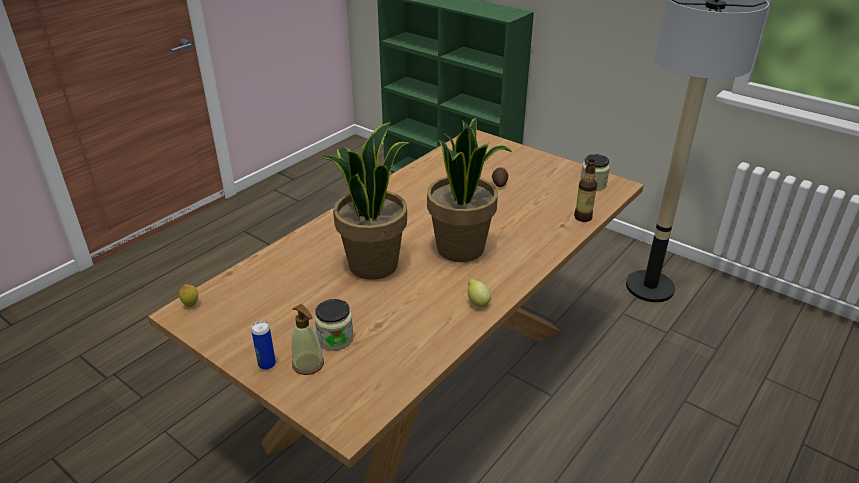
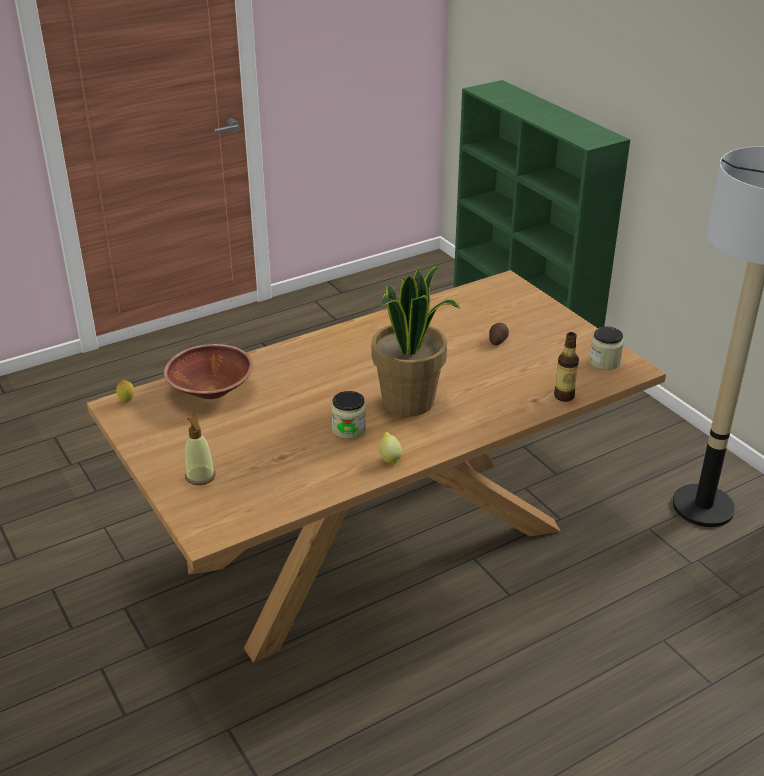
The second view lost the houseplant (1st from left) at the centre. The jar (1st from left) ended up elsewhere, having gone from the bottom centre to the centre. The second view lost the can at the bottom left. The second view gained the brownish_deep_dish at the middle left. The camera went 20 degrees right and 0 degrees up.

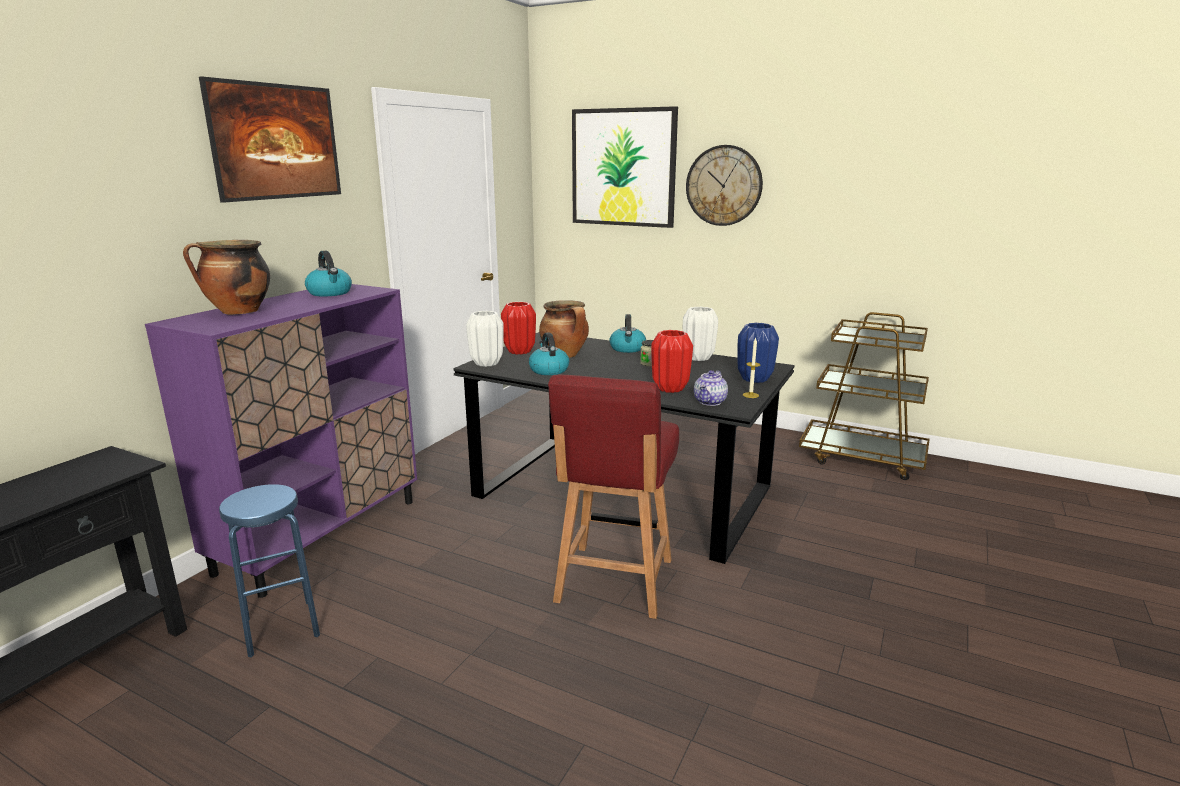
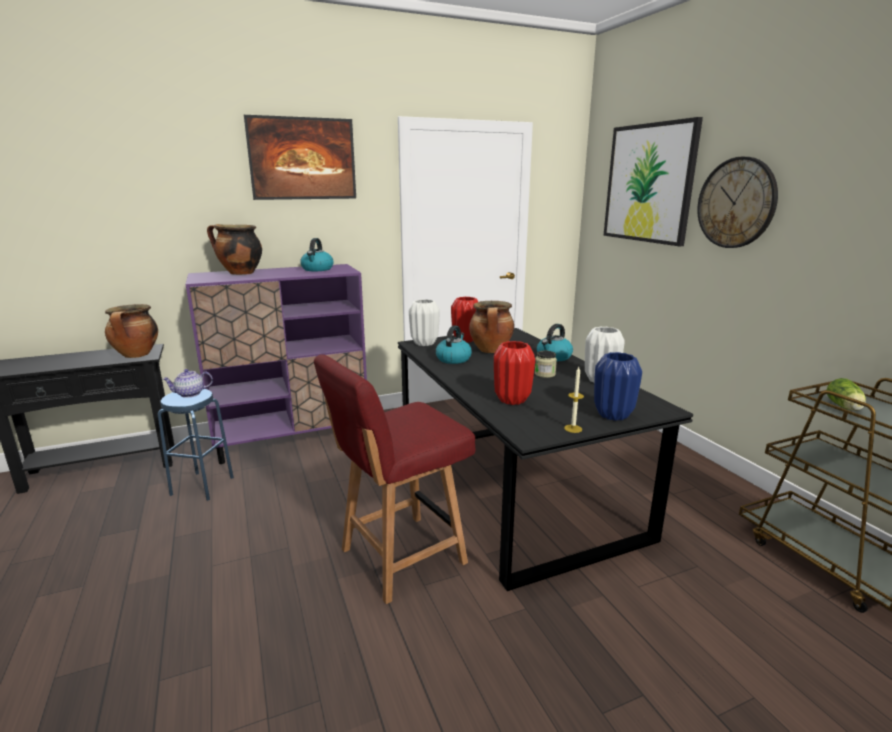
The teapot ended up elsewhere, having gone from the centre to the middle left. The second view gained the stockpot (1st from left) at the middle left. The second view gained the head_of_lettuce at the middle right. The camera went 40 degrees right and 0 degrees up.

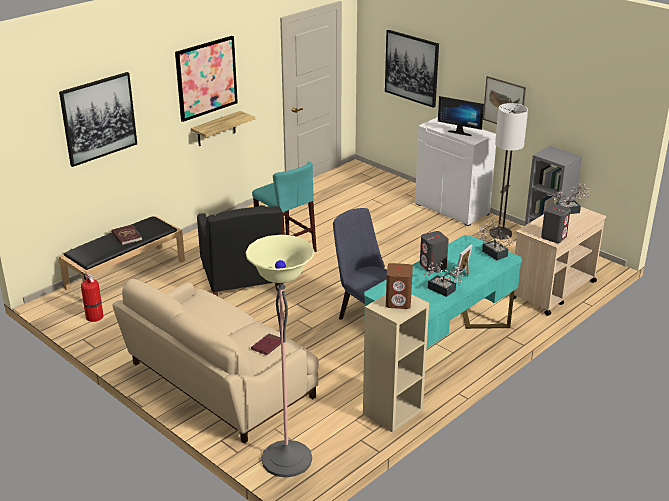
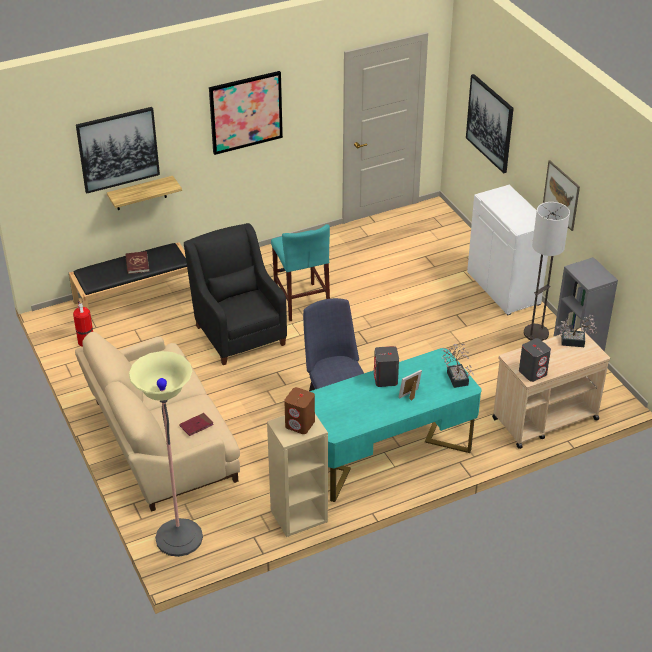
The second view lost the monitor at the top right. The shelf ended up elsewhere, having gone from the top centre to the top left. The black-coloured_armchair at the centre ended up facing another way, 150 degrees clockwise from before. The second view lost the houseplant (1st from left) at the centre. The camera went 20 degrees right and 10 degrees up.

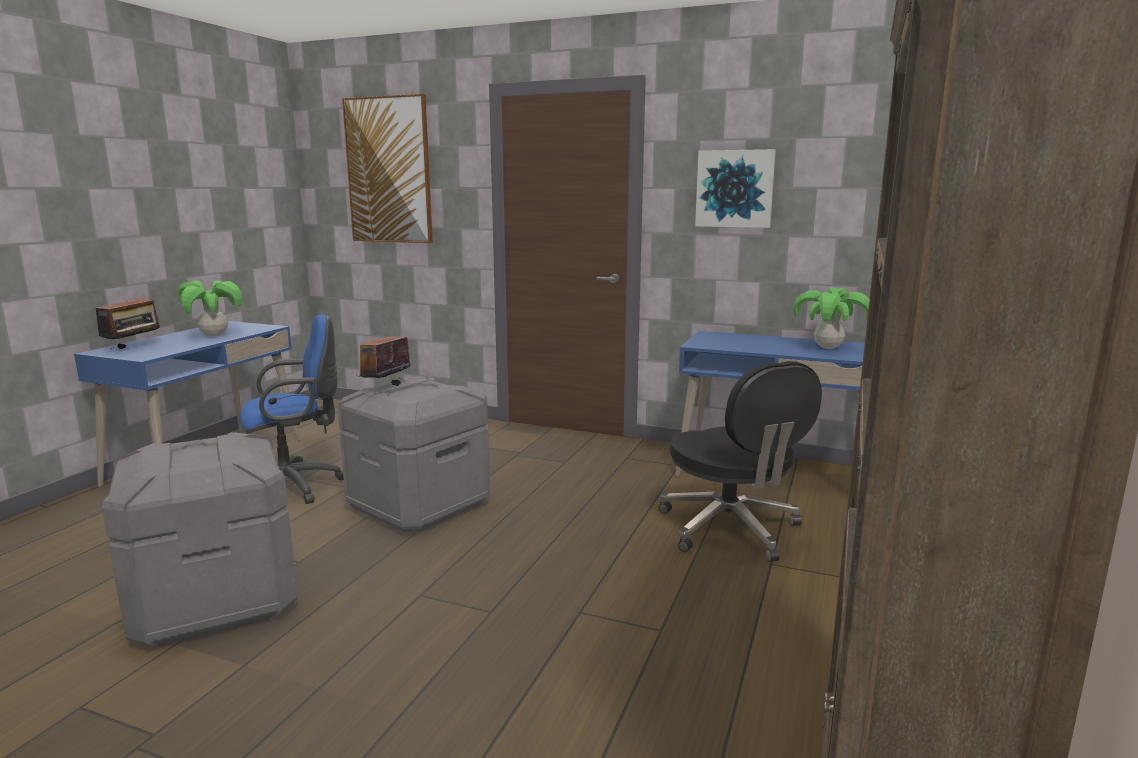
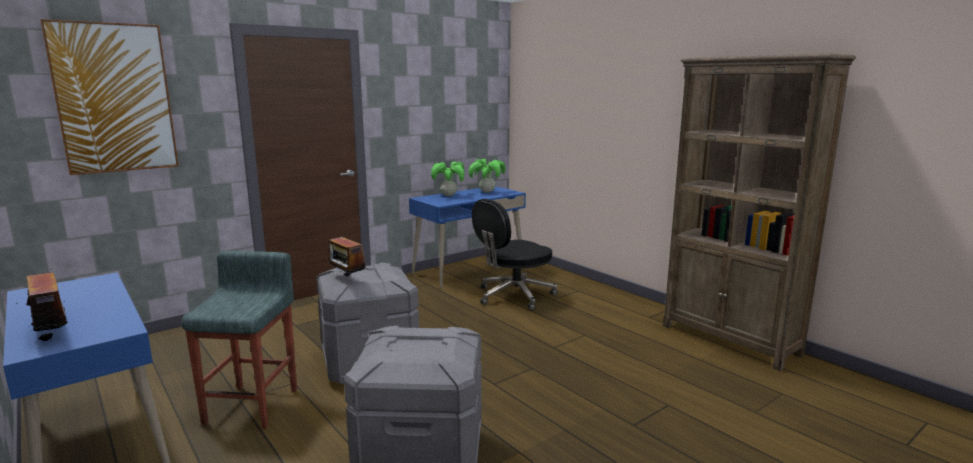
The second view lost the picture (2nd from left) at the top centre. The houseplant (1st from left) ended up elsewhere, having gone from the middle left to the centre. Where the blue-coloured_computer_chair stood at the middle left, the gray_sitting_stool came to stand at the bottom left. The black-coloured_computer_chair at the centre ended up facing another way, 135 degrees clockwise from before. The camera went 60 degrees left and 0 degrees up.

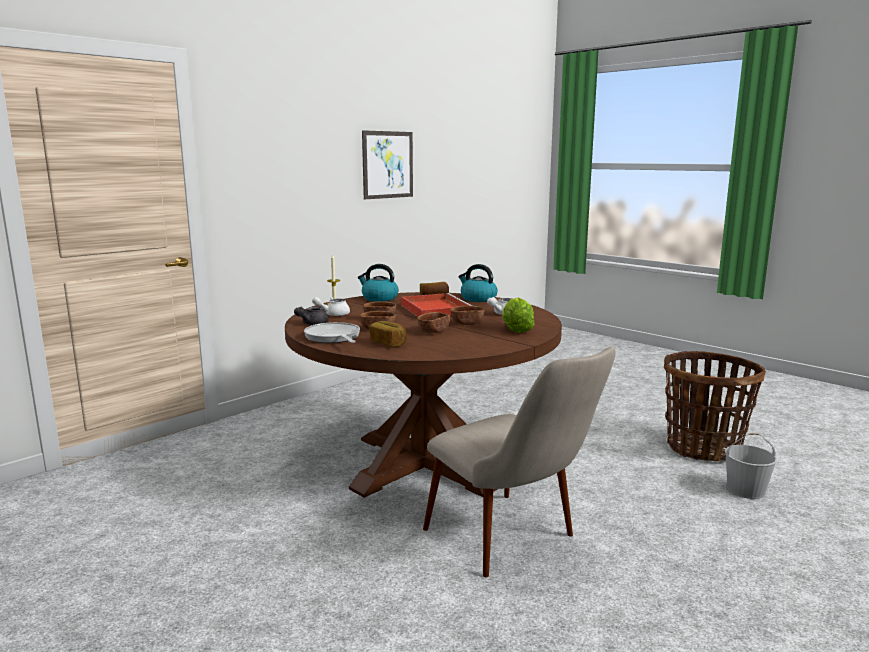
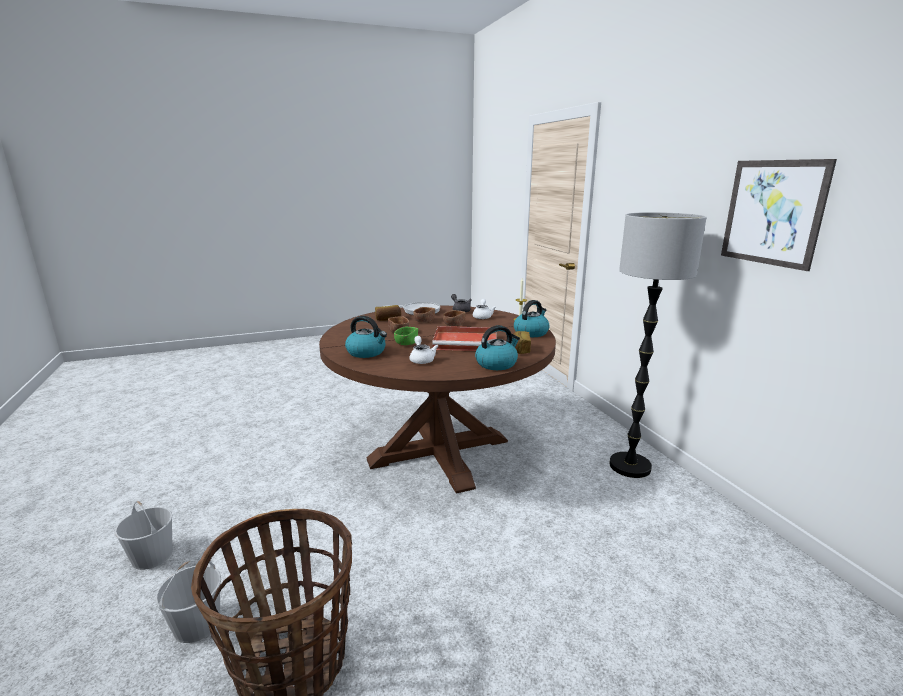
Where the head_of_lettuce stood at the centre, the tea_kettle (1st from left) came to stand at the centre. What was the brownish_deep_dish (4th from left) at the centre turned into the greenish_deep_dish at the centre. The second view lost the beige-coloured_plain_chair at the bottom centre. The second view gained the standard_lamp at the middle right. The second view gained the white-coloured_pail (1st from left) at the bottom left. The camera went 115 degrees right and 5 degrees up.

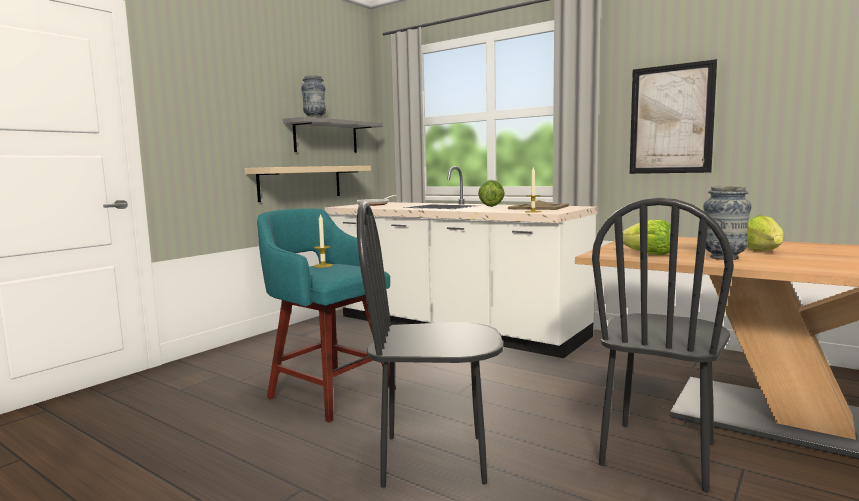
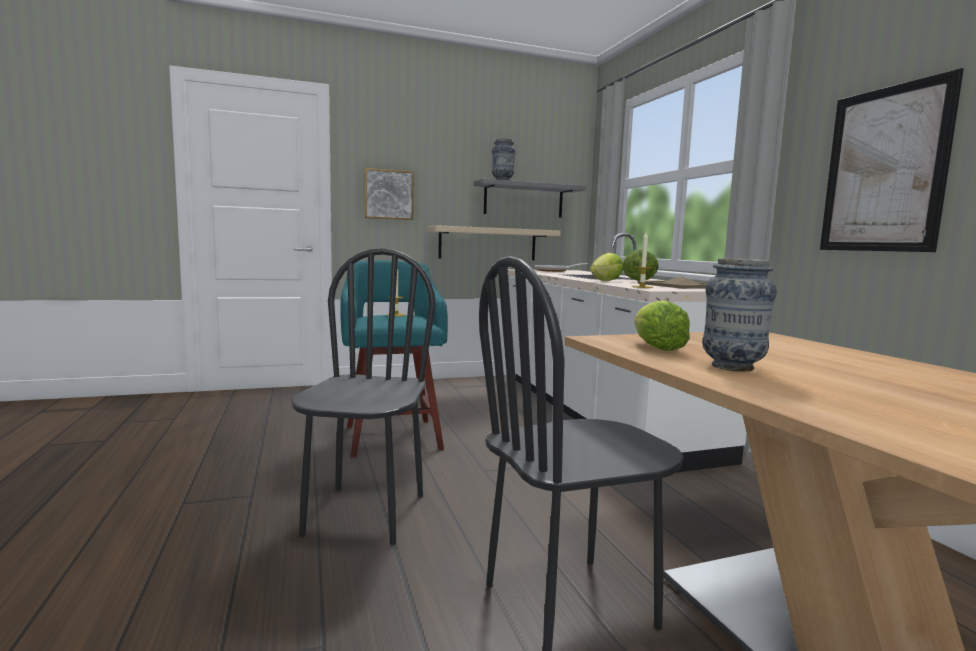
The black-coloured_plain_chair (1st from left) at the bottom centre ended up facing another way, 60 degrees clockwise from before. The head_of_lettuce (3rd from left in the first image) ended up elsewhere, having gone from the middle right to the centre. The second view gained the picture (1st from left) at the top centre. The camera went 35 degrees right and 0 degrees up.

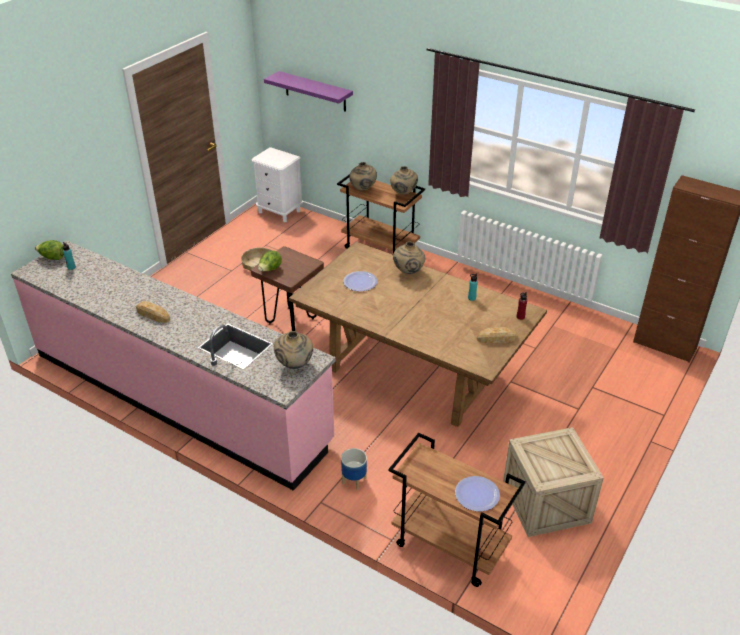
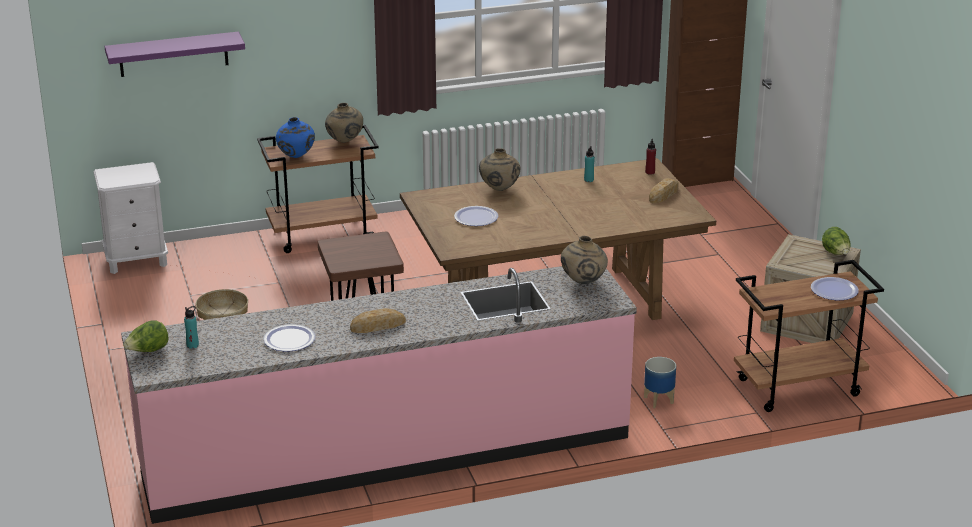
What was the beige-coloured_vase (2nd from left) at the top centre turned into the blue-coloured_vase at the top left. The head_of_lettuce (2nd from left) ended up elsewhere, having gone from the centre to the middle right. The second view gained the flat_dish (1st from left) at the middle left. The camera went 50 degrees left and 10 degrees down.

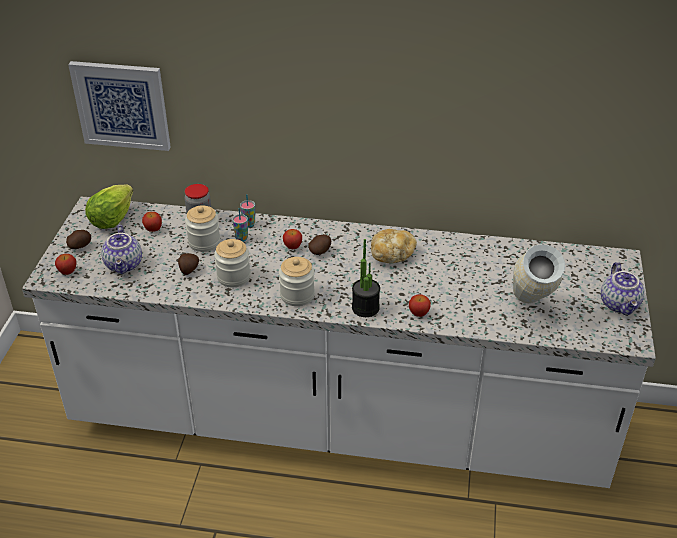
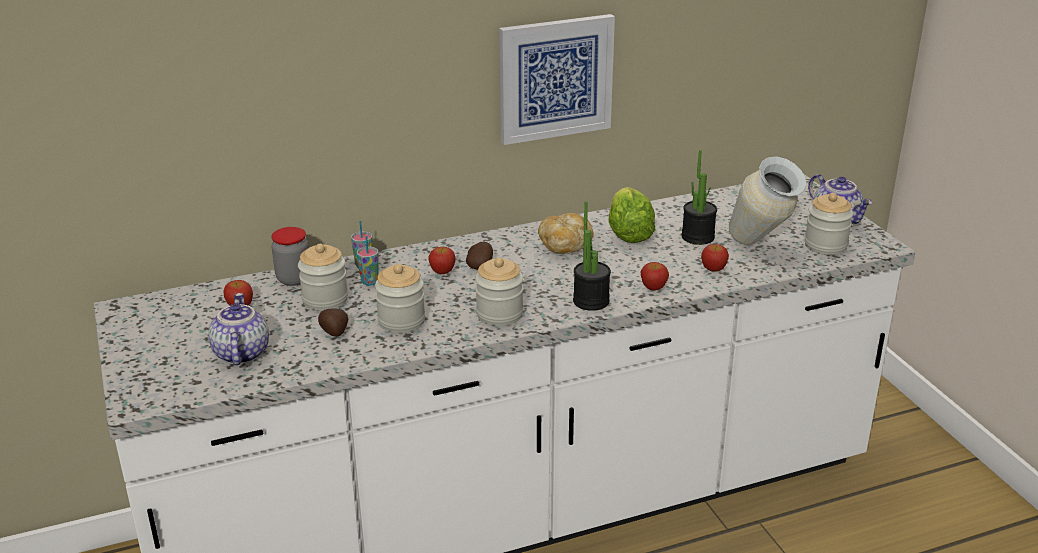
The picture ended up elsewhere, having gone from the top left to the top centre. The head_of_lettuce ended up elsewhere, having gone from the middle left to the centre. The teapot (1st from left) at the middle left ended up facing another way, 150 degrees counterclockwise from before. The second view lost the whole_potato (1st from left) at the middle left. The apple_fruit (1st from left in the first image) ended up elsewhere, having gone from the middle left to the middle right. The second view gained the houseplant (2nd from left) at the middle right. The second view gained the jar (5th from left) at the middle right. The camera went 30 degrees left and 10 degrees down.

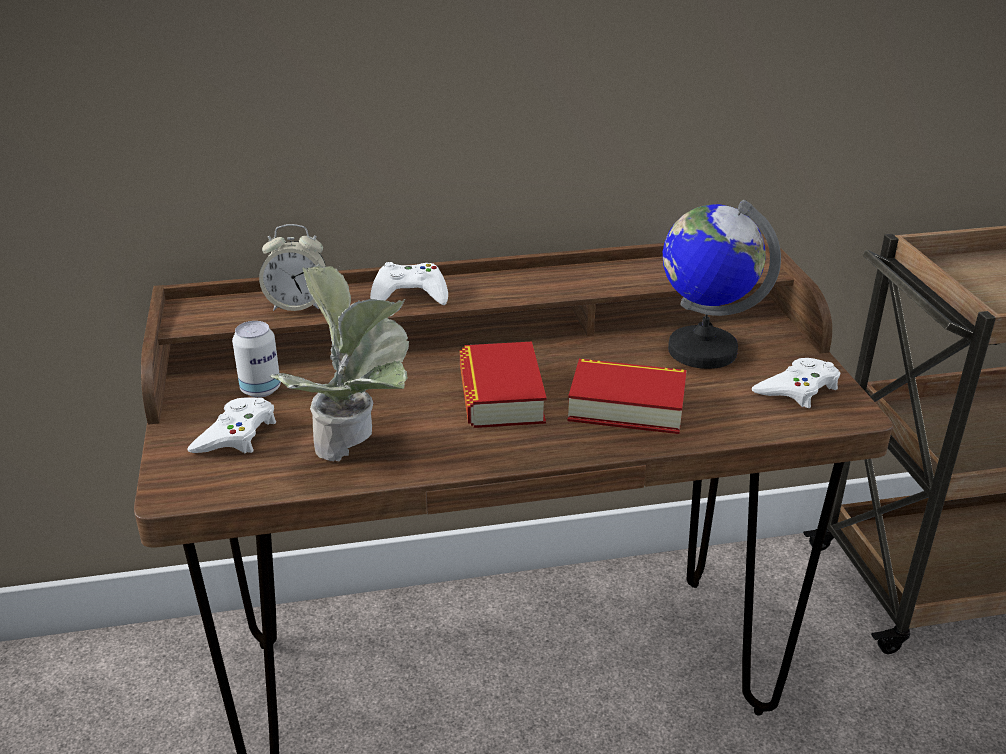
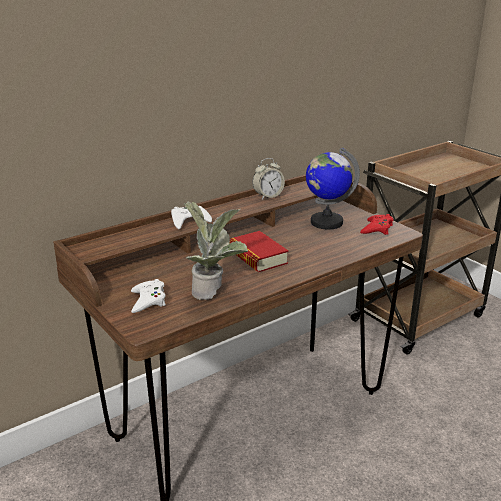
The table_clock ended up elsewhere, having gone from the middle left to the centre. The second view lost the can at the middle left. What was the white-coloured_joypad (3rd from left) at the middle right turned into the red_joypad at the middle right. The second view lost the book (2nd from left) at the centre. The camera went 25 degrees left and 5 degrees down.

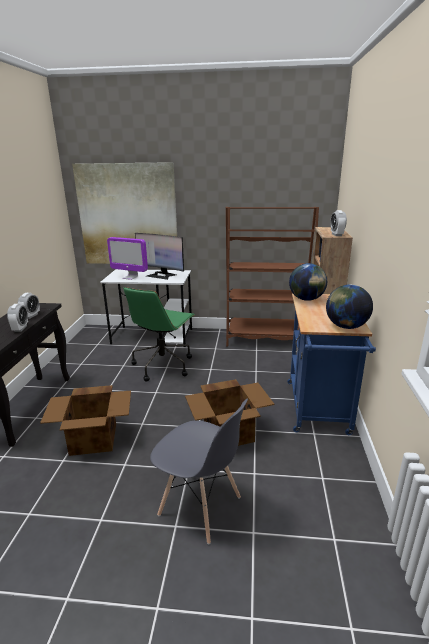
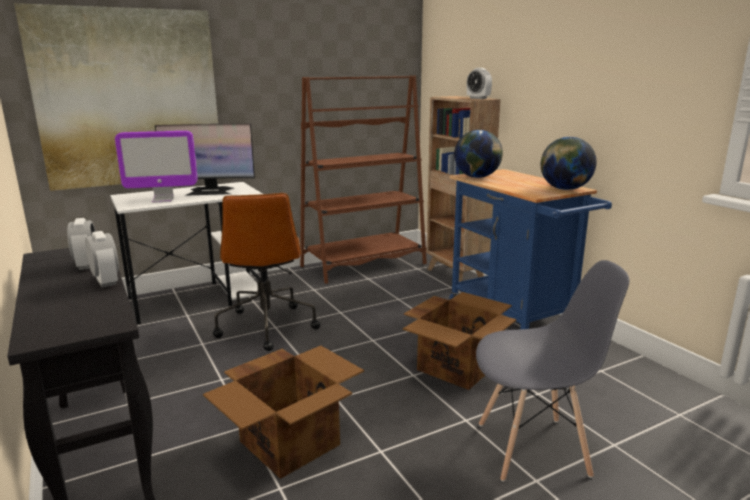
What was the greenish_computer_chair at the centre turned into the brownish_computer_chair at the centre. The camera went 35 degrees left and 5 degrees down.

